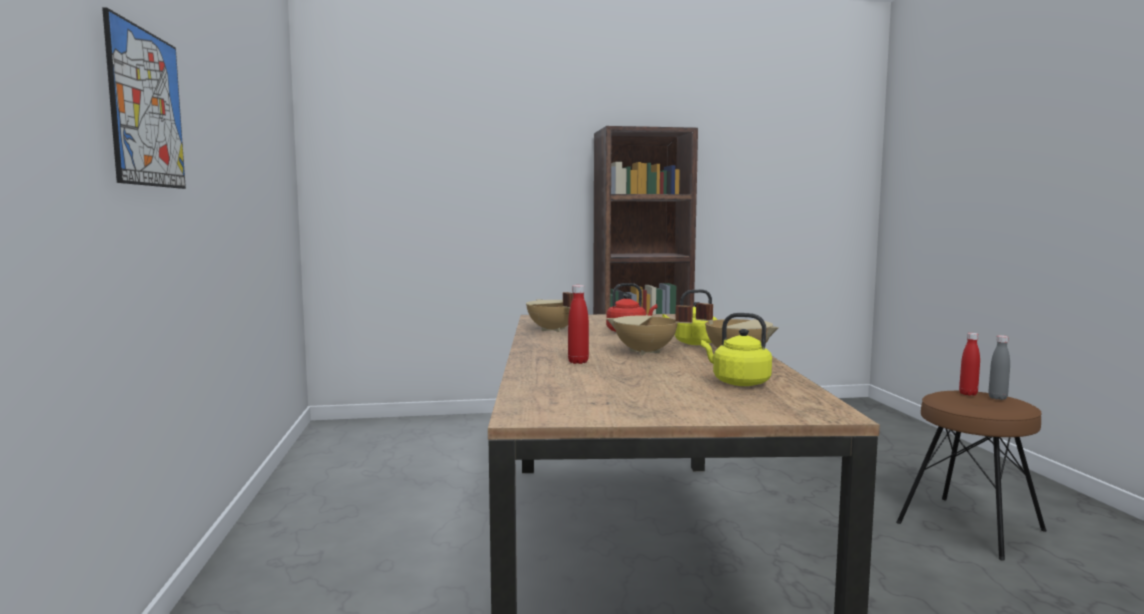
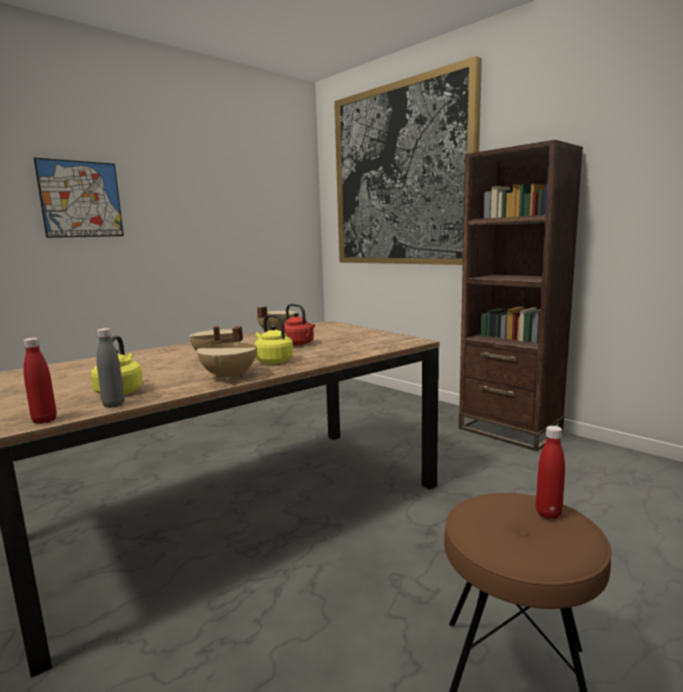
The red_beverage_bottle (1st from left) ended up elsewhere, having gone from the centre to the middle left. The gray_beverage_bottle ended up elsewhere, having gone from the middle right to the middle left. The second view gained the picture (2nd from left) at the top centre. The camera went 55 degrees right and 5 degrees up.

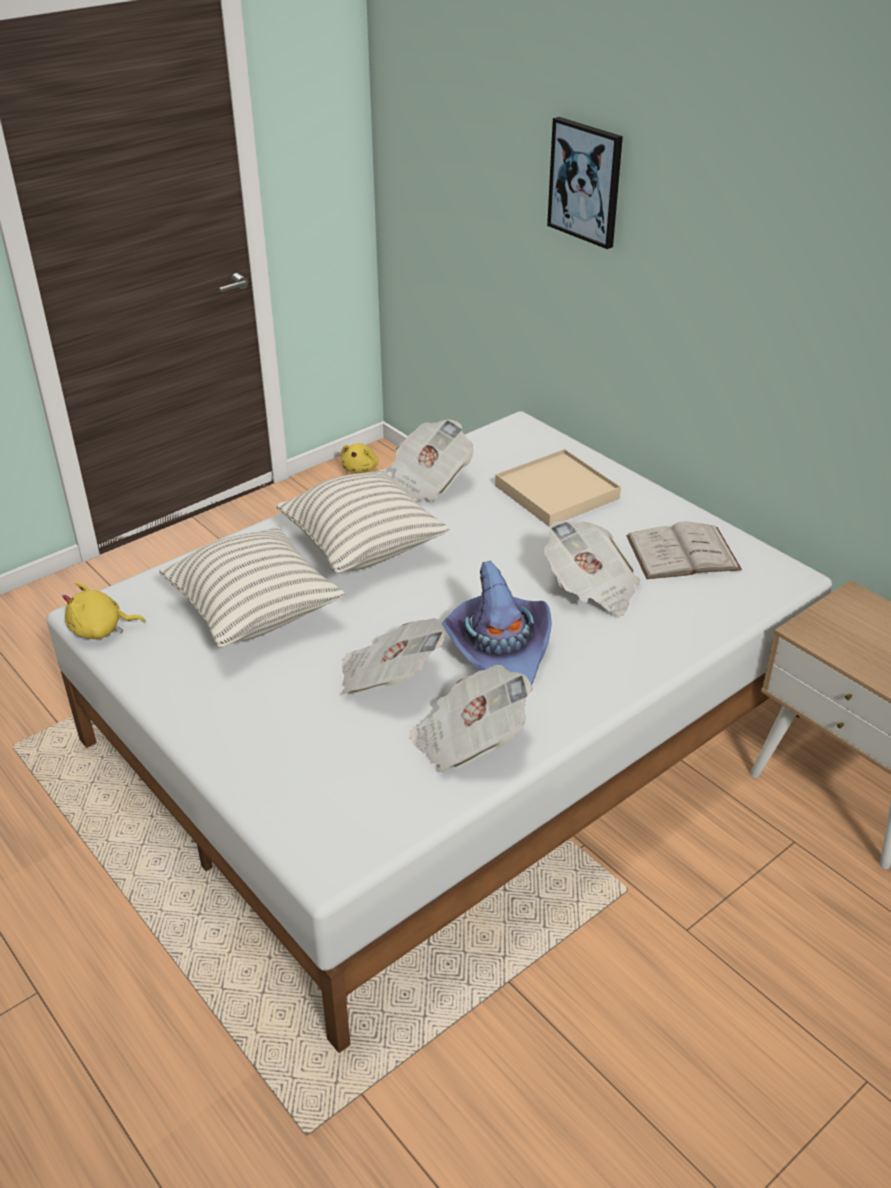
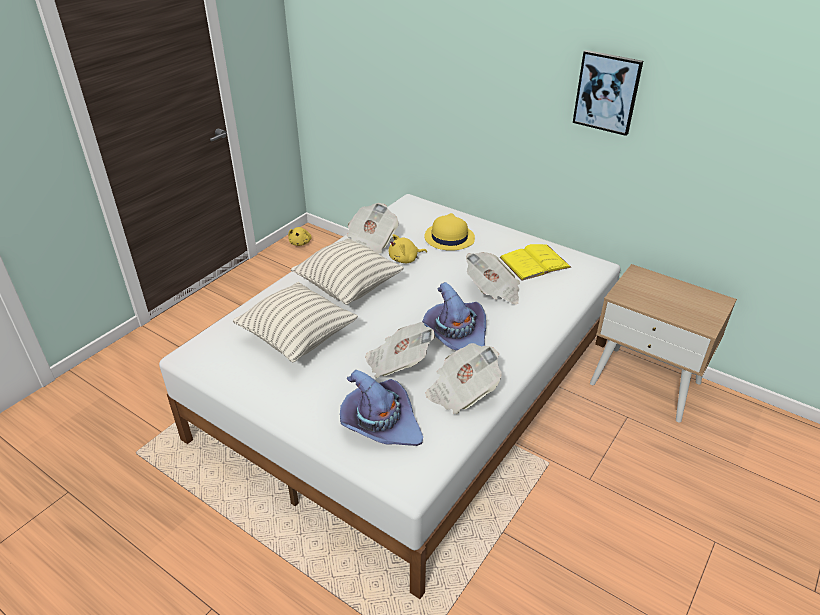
The picture ended up elsewhere, having gone from the top centre to the top right. Where the beige-coloured_tray stood at the centre, the yellowish_wearable_hat came to stand at the centre. What was the white-coloured_book at the middle right turned into the yellowish_book at the centre. The yellowish_plush_toy (1st from left in the first image) ended up elsewhere, having gone from the middle left to the centre. The second view gained the purple-coloured_wearable_hat (1st from left) at the centre. The camera went 15 degrees left and 0 degrees up.

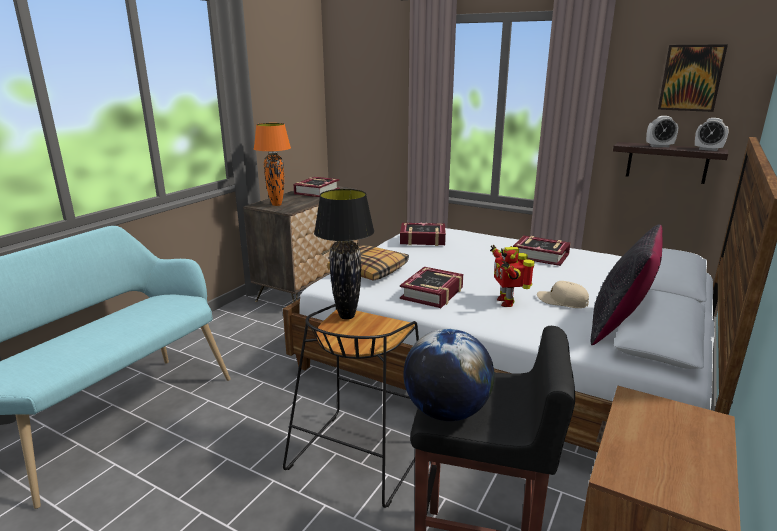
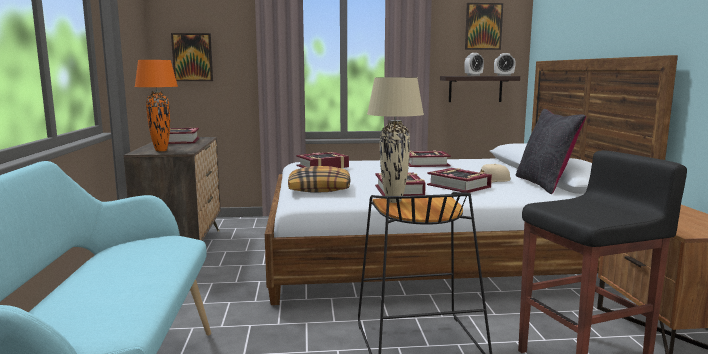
What was the black-coloured_tabletop_lamp at the centre turned into the beige-coloured_tabletop_lamp at the centre. Where the robot_figure stood at the centre, the book (5th from left) came to stand at the centre. The second view lost the world_globe at the bottom centre. The second view gained the picture (1st from left) at the top left. The camera went 35 degrees left and 10 degrees down.

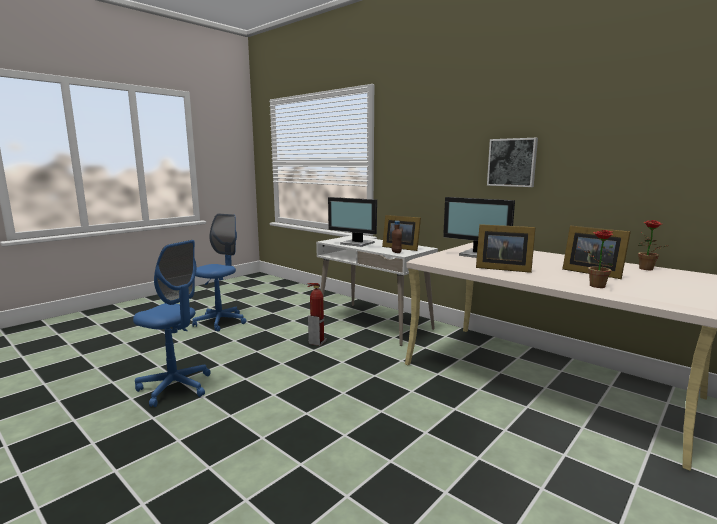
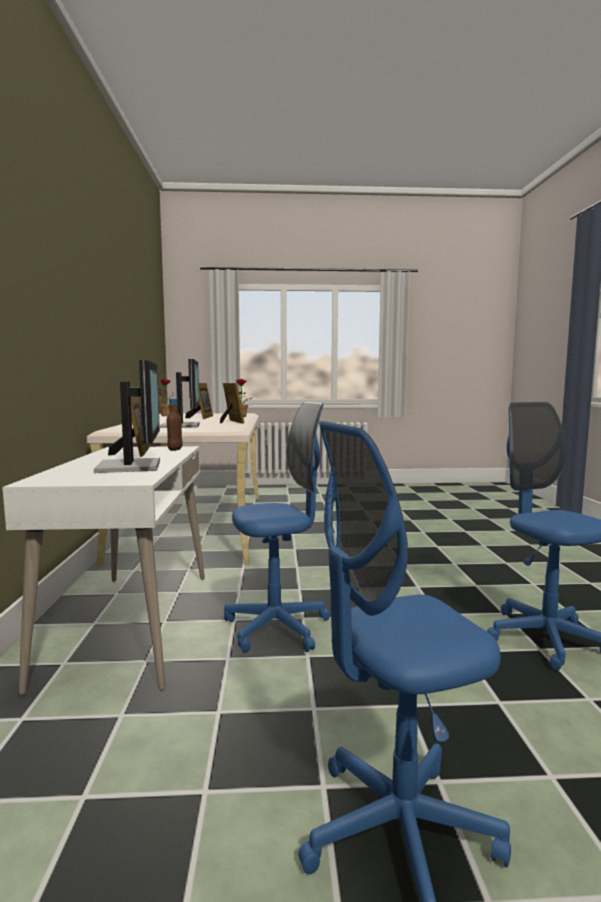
The second view lost the picture at the top right. Where the extinguisher stood at the centre, the blue-coloured_computer_chair (1st from left) came to stand at the centre. The camera went 135 degrees left and 5 degrees down.

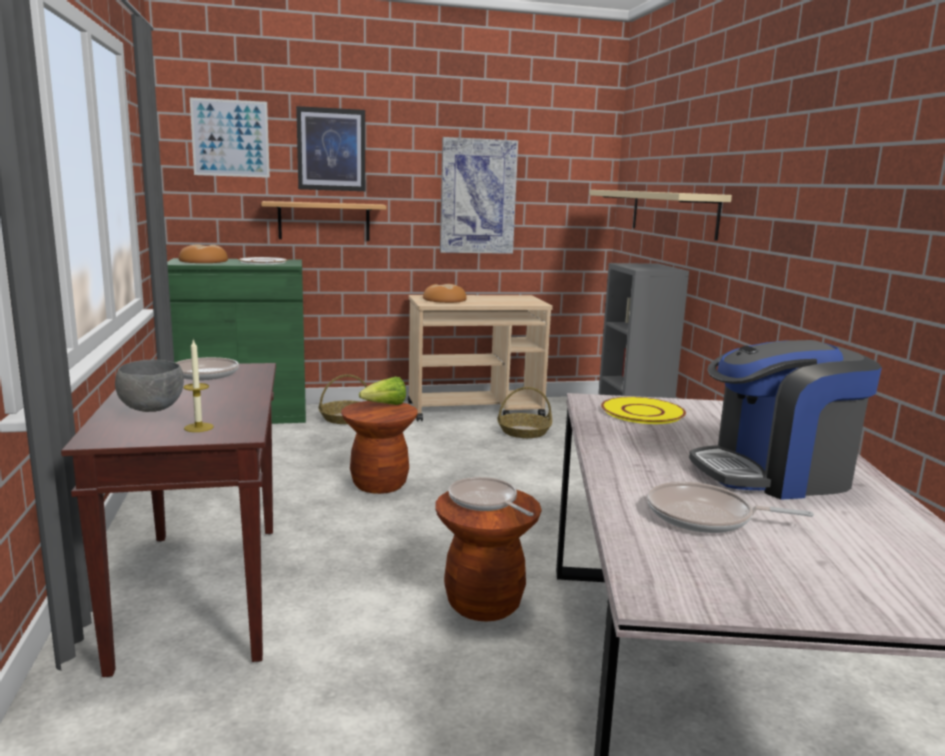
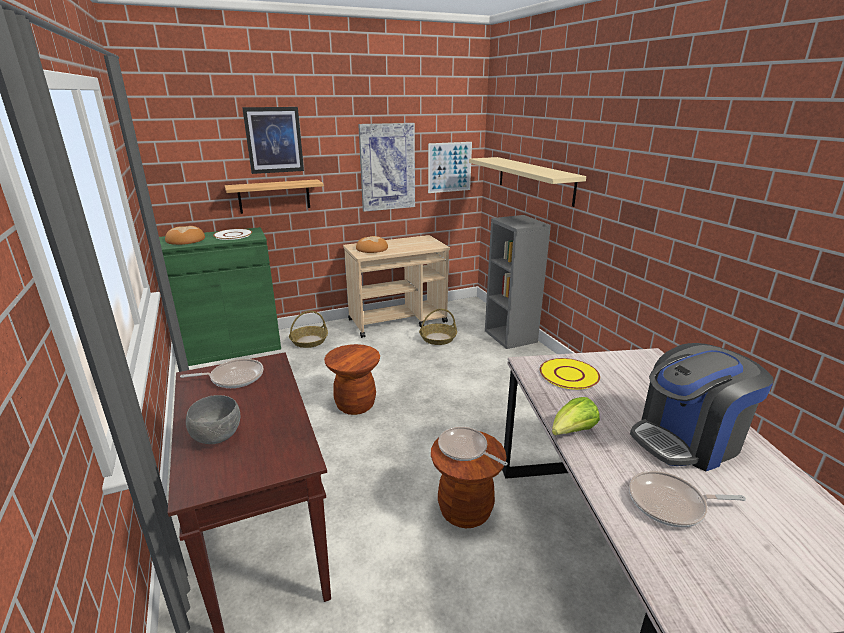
The picture (1st from left in the first image) ended up elsewhere, having gone from the top left to the top centre. The second view lost the wax_candle at the middle left. The head_of_lettuce ended up elsewhere, having gone from the centre to the middle right. The camera went 10 degrees left and 10 degrees up.

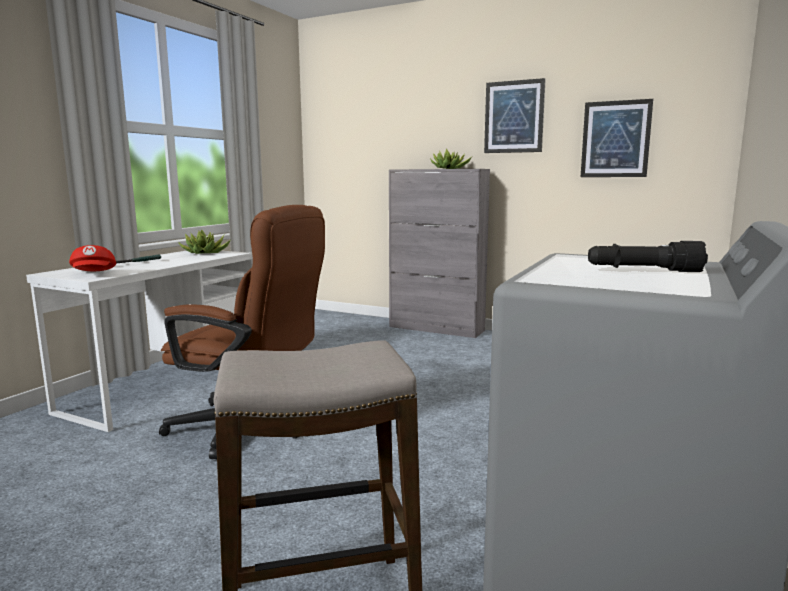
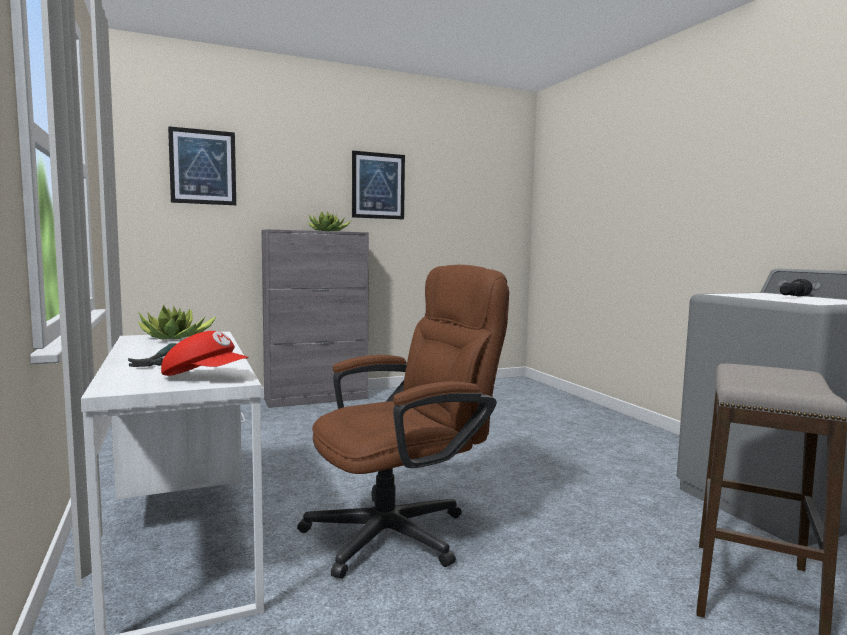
The picture (2nd from left in the first image) ended up elsewhere, having gone from the top right to the top left. The camera went 50 degrees left and 5 degrees down.

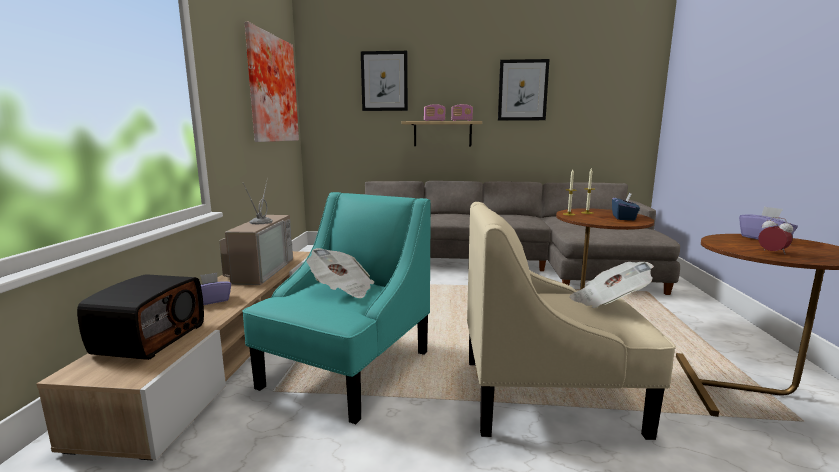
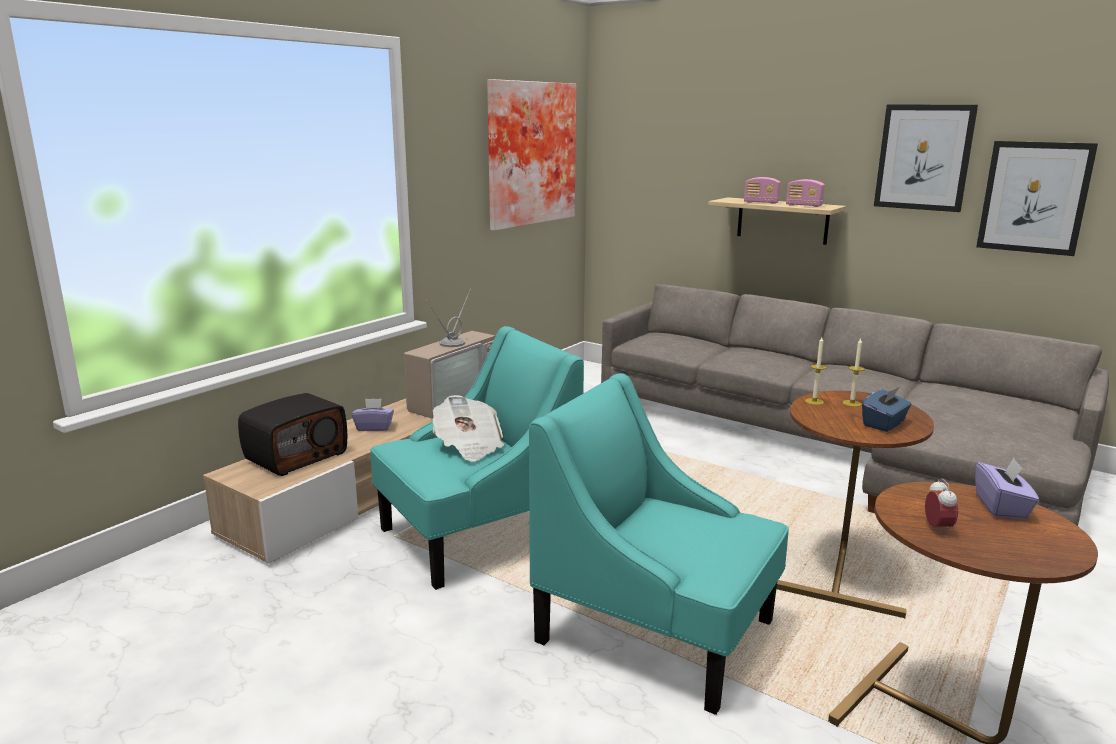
The picture (2nd from left in the first image) ended up elsewhere, having gone from the top centre to the top right. What was the beige-coloured_armchair at the bottom right turned into the turquoise-coloured_armchair (2nd from left) at the bottom centre. The second view lost the daily_paper (2nd from left) at the middle right. The camera went 30 degrees right and 5 degrees up.

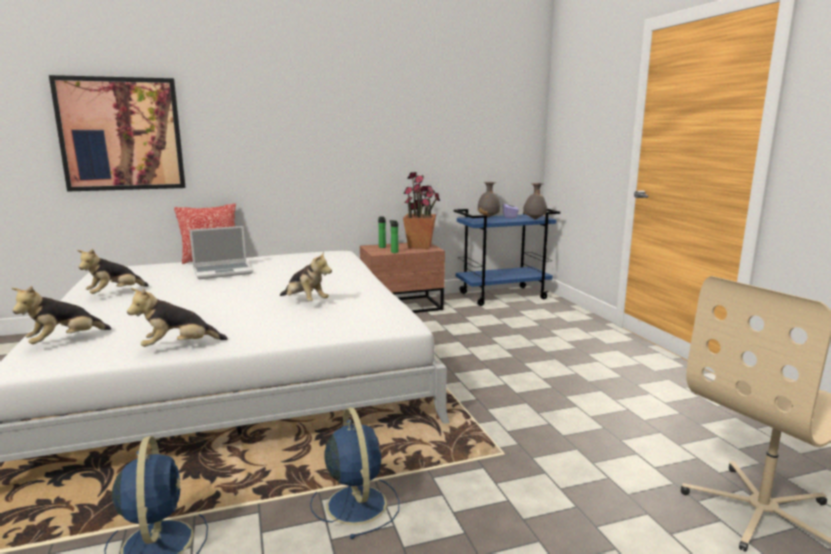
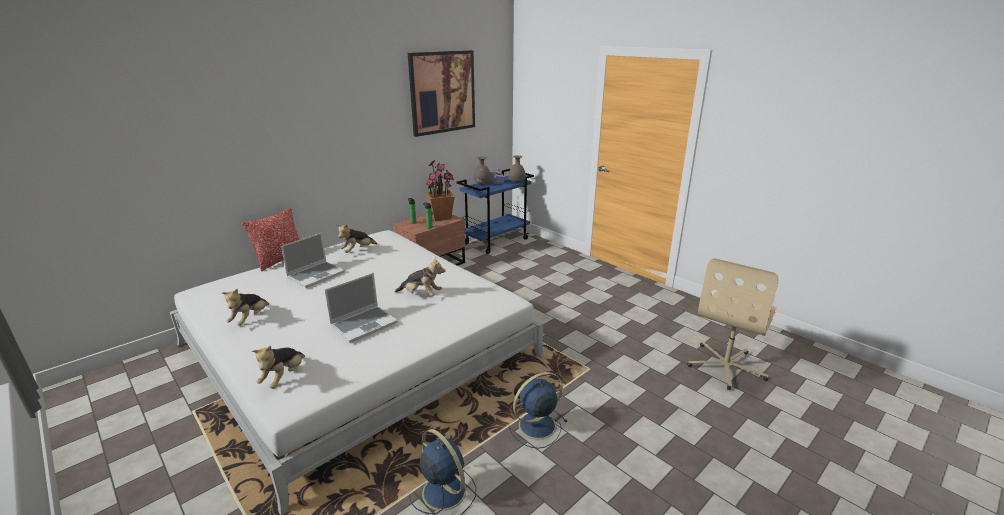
The picture ended up elsewhere, having gone from the top left to the top centre. The plush_toy (3rd from left) ended up elsewhere, having gone from the middle left to the centre. The blue-coloured_cooling_fan (2nd from left) at the bottom centre ended up facing another way, 75 degrees counterclockwise from before. The second view gained the portable_computer (2nd from left) at the centre. The camera went 25 degrees left and 10 degrees up.

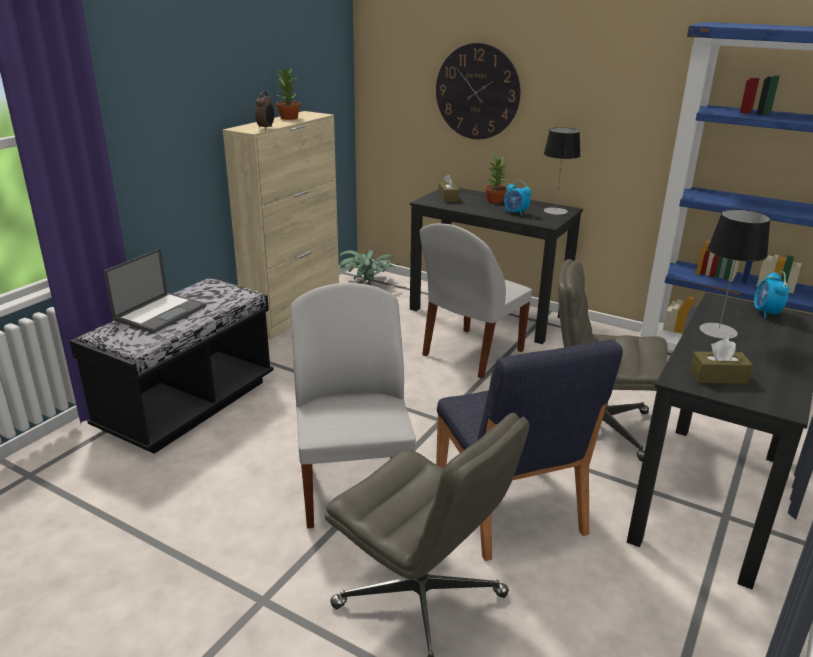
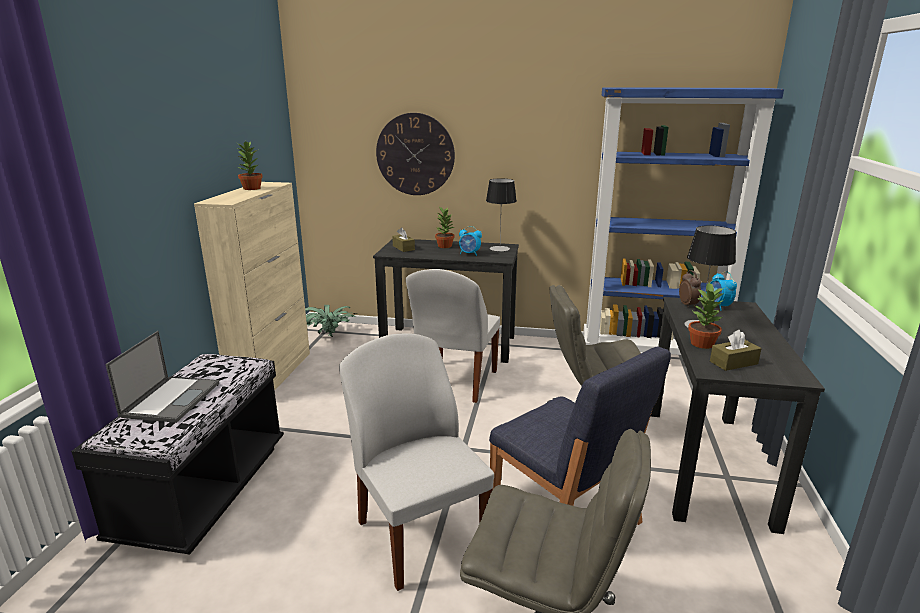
The table_clock (1st from left in the first image) ended up elsewhere, having gone from the top left to the middle right. The second view gained the houseplant (4th from left) at the middle right. The camera went 20 degrees left and 5 degrees down.

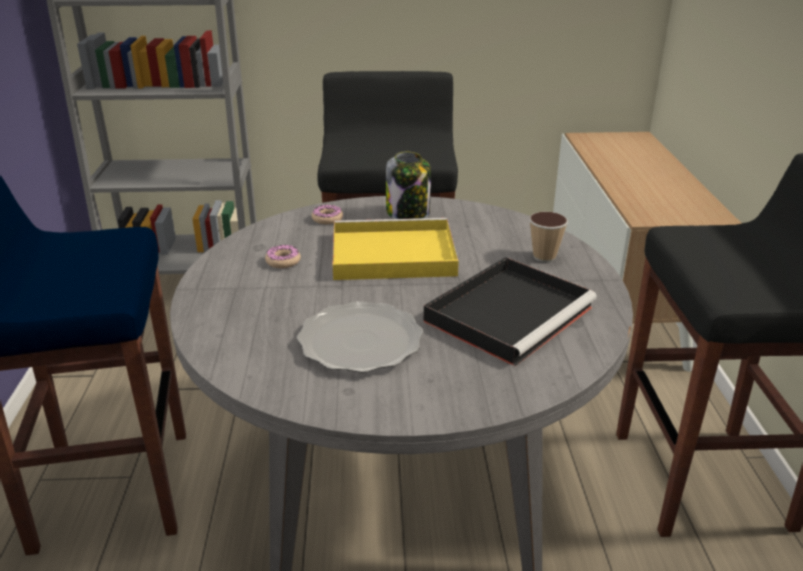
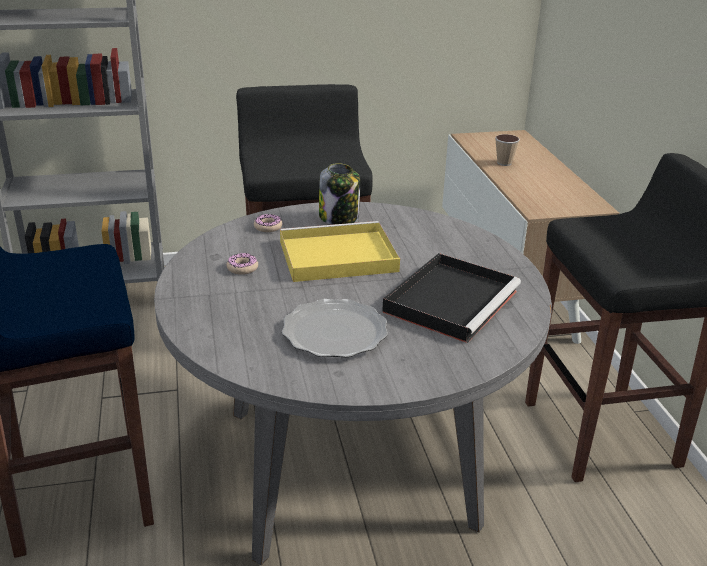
The cup ended up elsewhere, having gone from the middle right to the top right. The camera went 10 degrees left and 0 degrees up.

